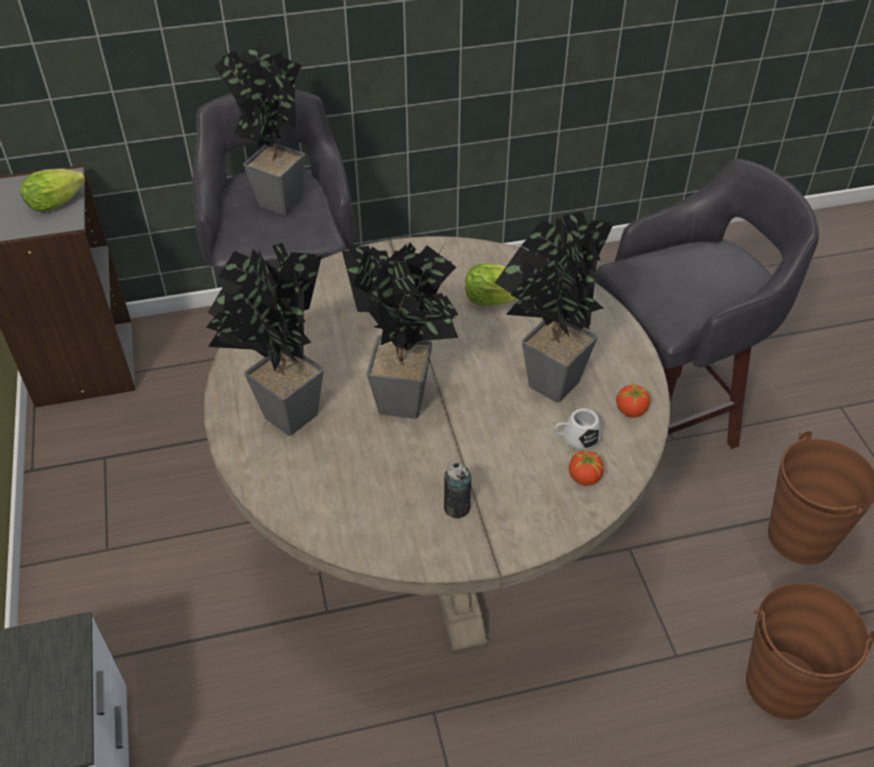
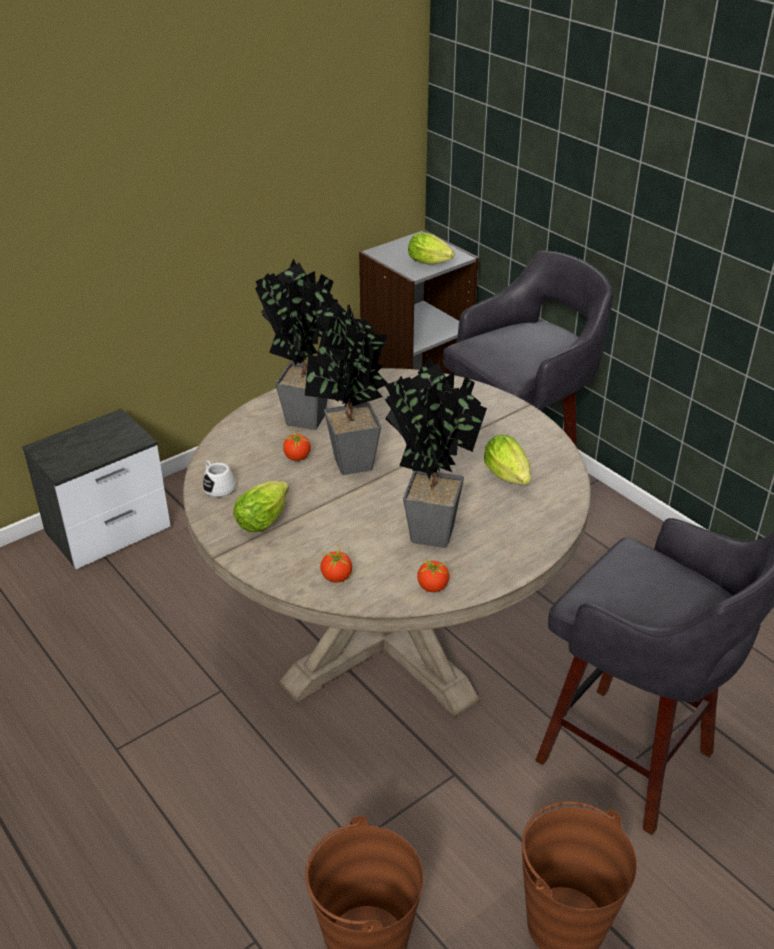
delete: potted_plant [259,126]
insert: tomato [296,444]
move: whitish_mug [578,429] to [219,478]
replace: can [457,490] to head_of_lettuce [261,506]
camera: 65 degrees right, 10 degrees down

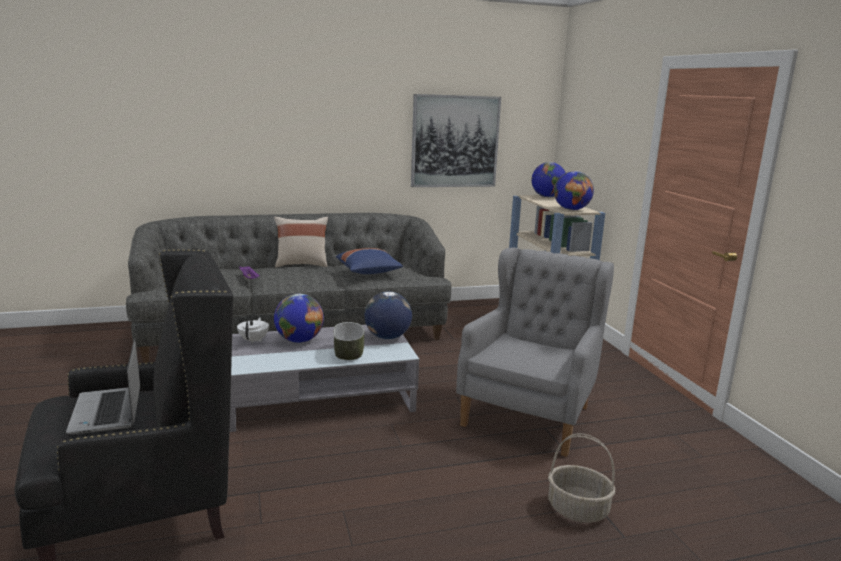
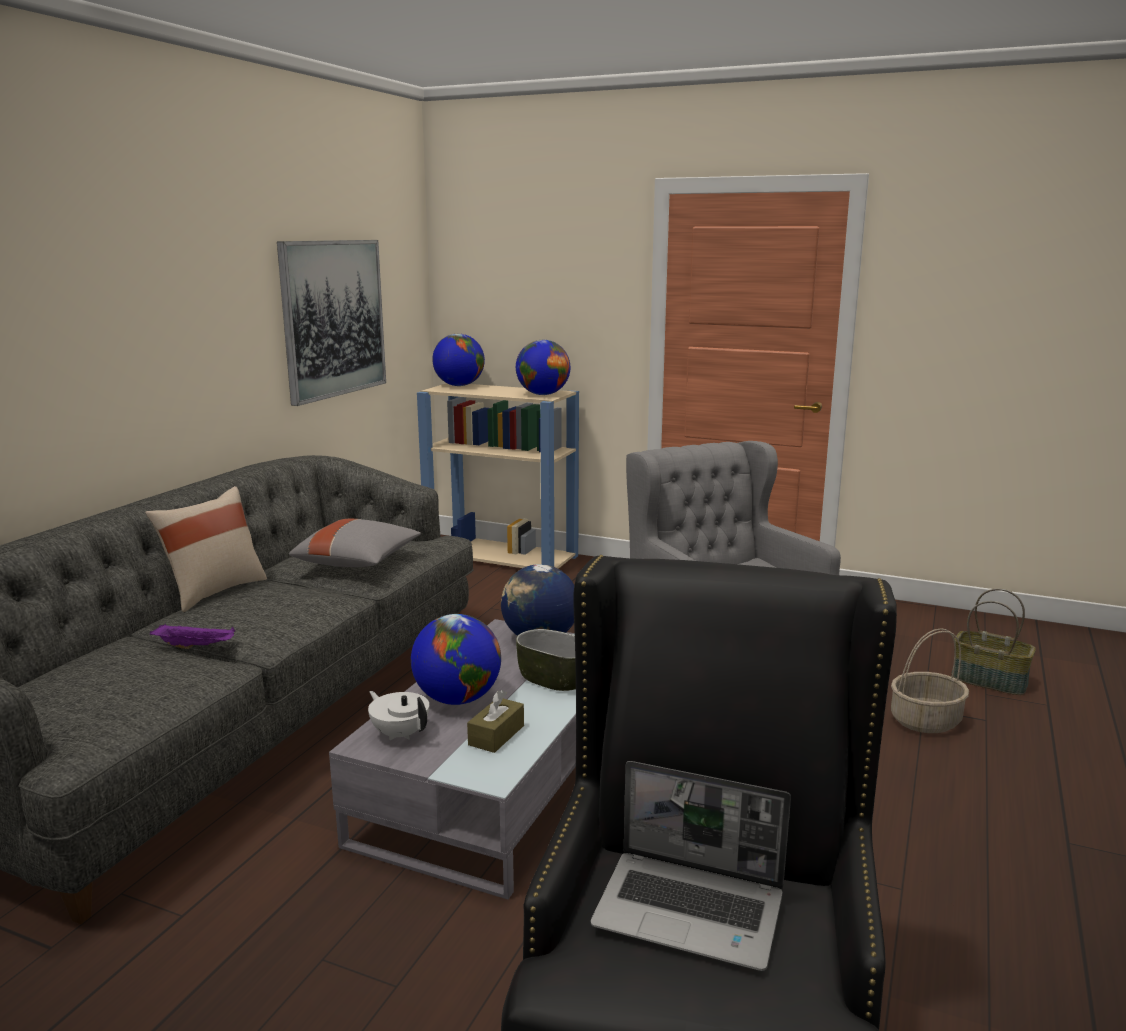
insert: brown_tissue_box [495,721]; household_basket [993,641]
recolor: blue_pillow [369,261] to grey_pillow [355,543]
camera: 50 degrees left, 0 degrees up

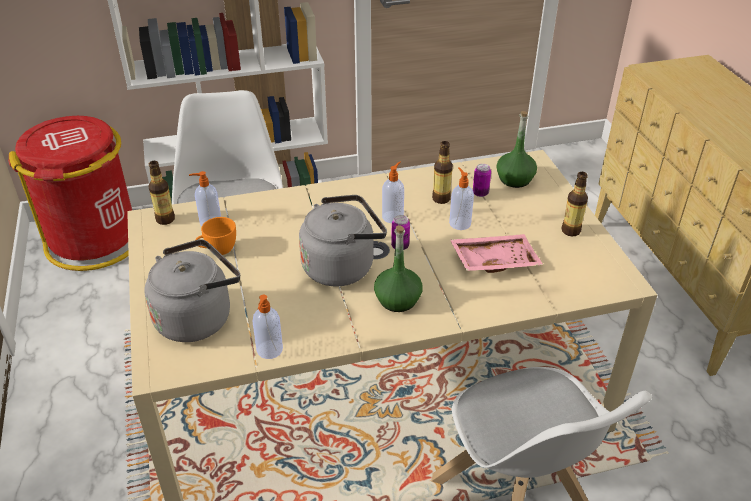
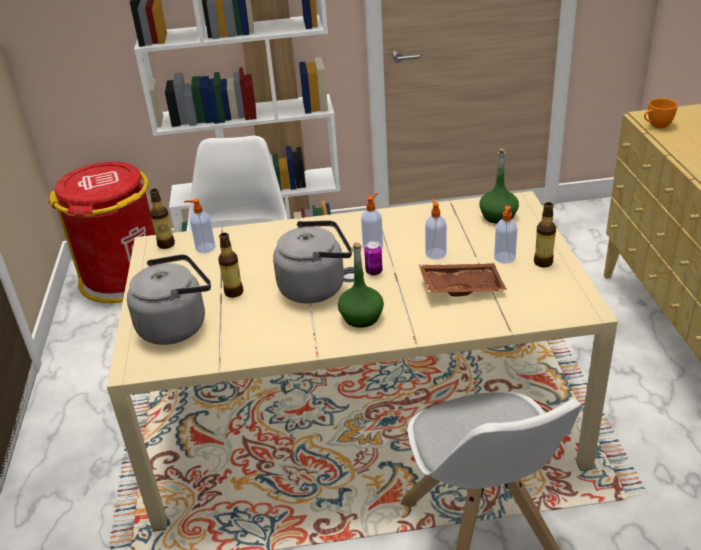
delete: can [482,180]
move: bottle [442,172] to [230,265]; soap_bottle [267,327] to [505,235]; orange-coloured_small_cup [215,236] to [661,113]
recolor: pink_carrying_tray [496,253] to brown_carrying_tray [463,280]
camera: 10 degrees right, 5 degrees down

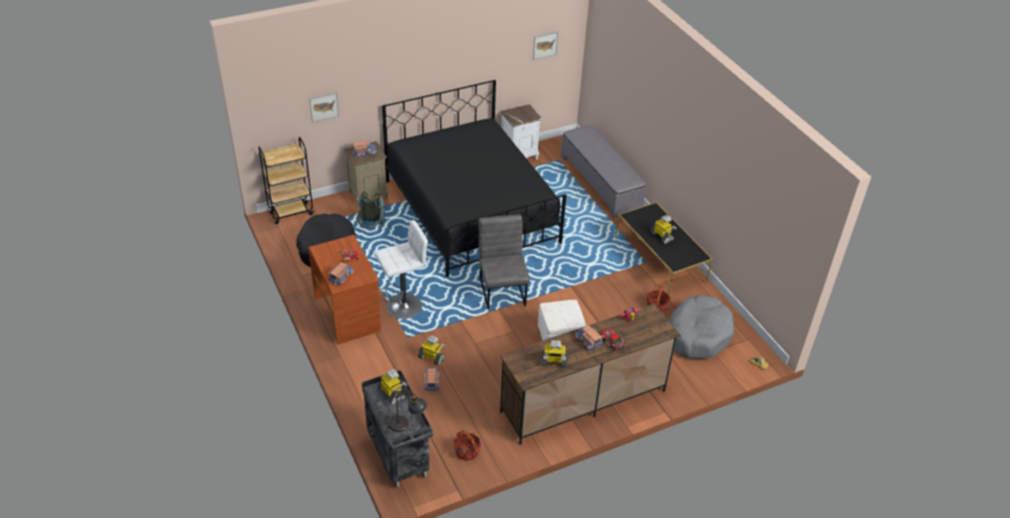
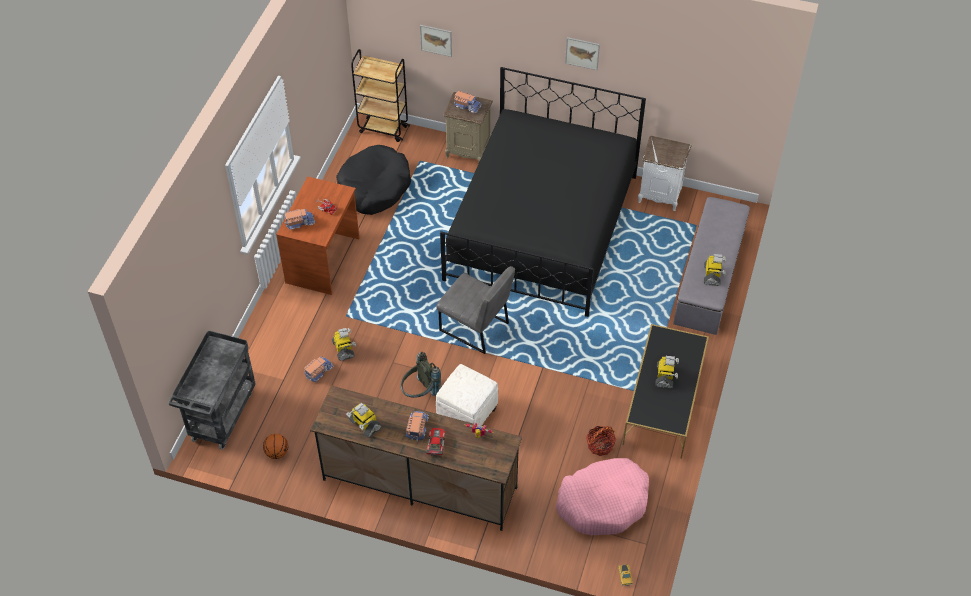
delete: whitish_stool_seat [401,269]; grey_tabletop_lamp [408,411]
move: grey_rucksack [371,210] to [421,375]; picture [545,46] to [582,53]; robot_figure [392,387] to [715,270]
replace: household_basket [467,445] to ball_for_basketball [275,446]
recolor: grey_dog_cushion [701,327] to pink_dog_cushion [602,496]
rotate: grey_plain_chair [504,262] = [475,310] 90 degrees clockwise
camera: 45 degrees right, 10 degrees up

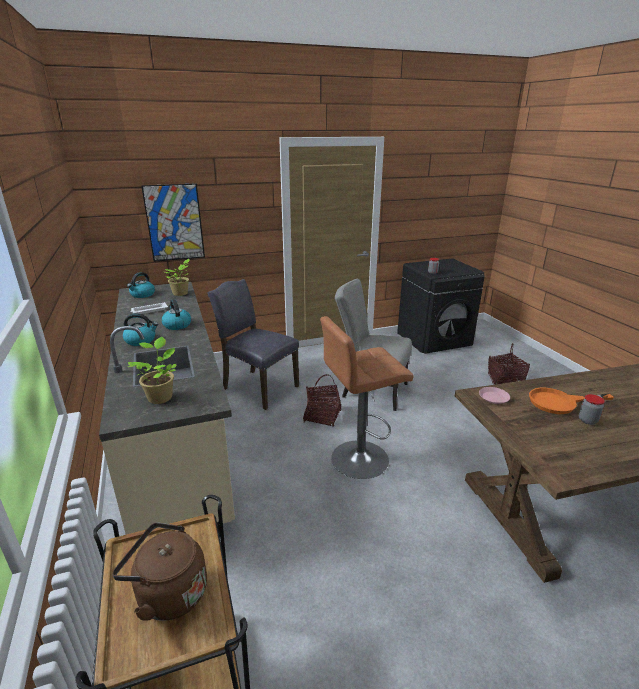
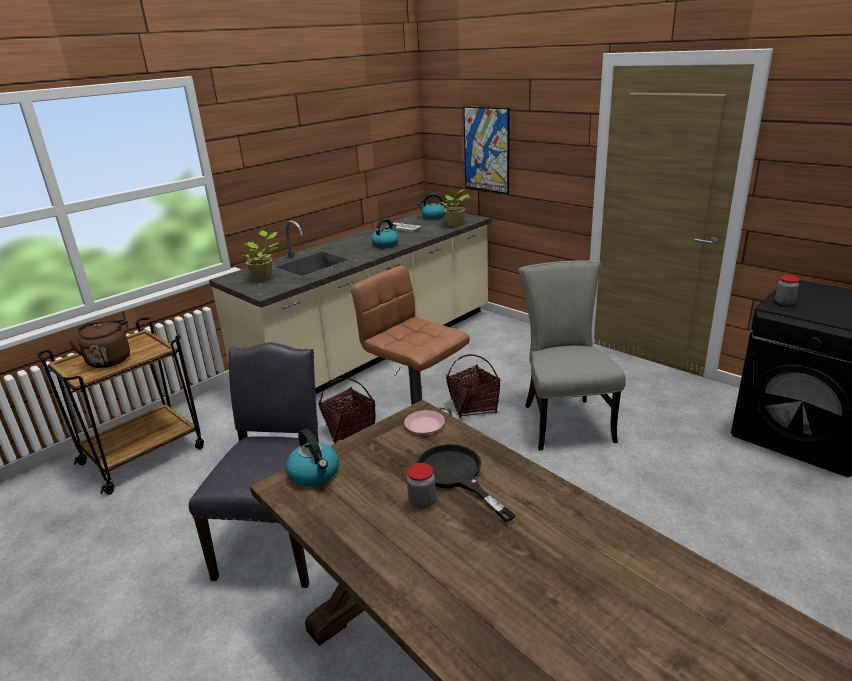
move: grey_plain_chair [253,344] to [254,465]; kettle [140,329] to [312,458]; household_basket [509,364] to [346,410]
recolor: orange-coloured_pan [571,401] to black_pan [466,483]
camera: 65 degrees right, 0 degrees up

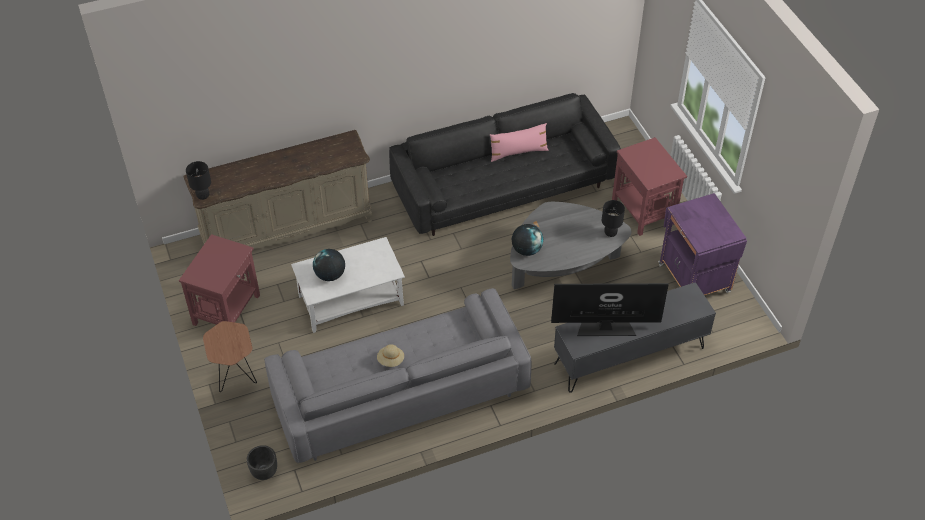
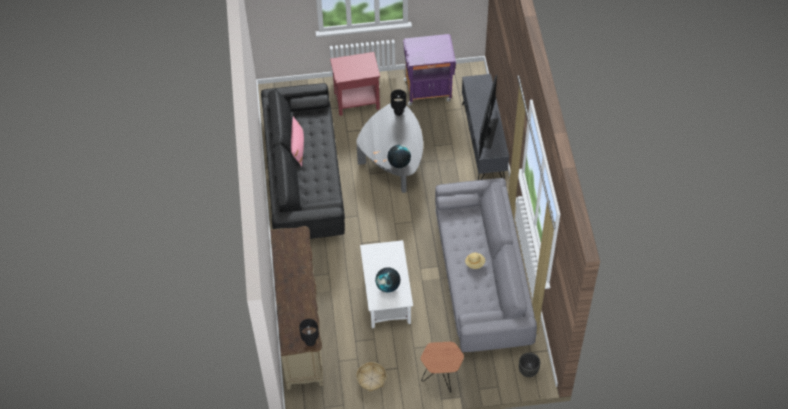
replace: red-coloured_side_table [219,280] to household_basket [371,376]
camera: 75 degrees left, 5 degrees up

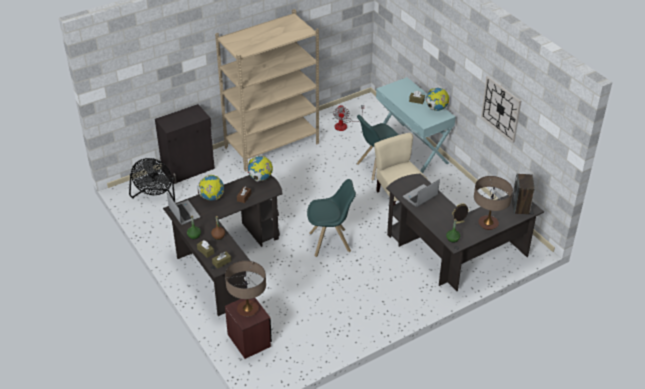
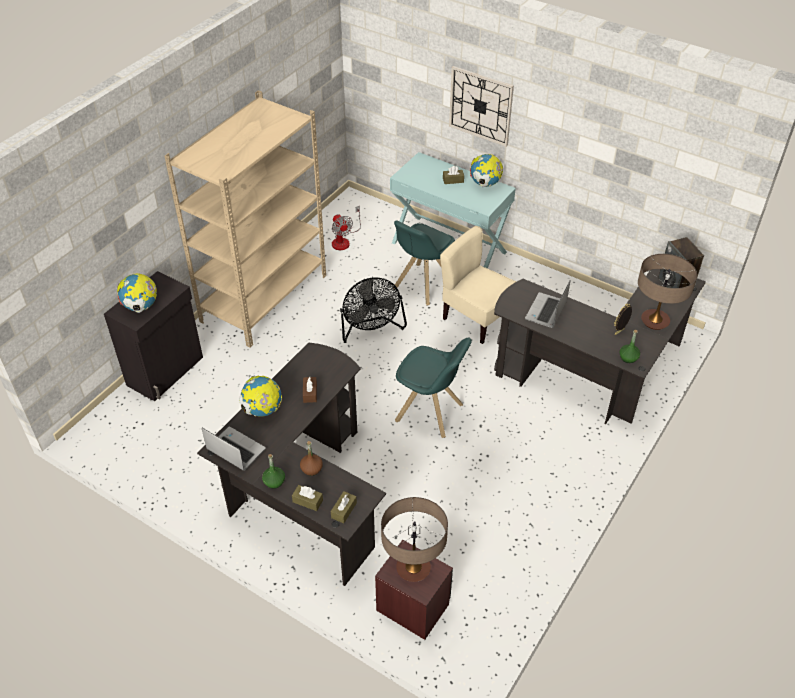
move: world_globe [260,169] to [137,293]; black_fan [152,180] to [373,310]; wall_clock [501,109] to [481,106]
rotate: turquoise_plain_chair [331,218] = [433,387] 60 degrees clockwise
camera: 25 degrees left, 5 degrees up

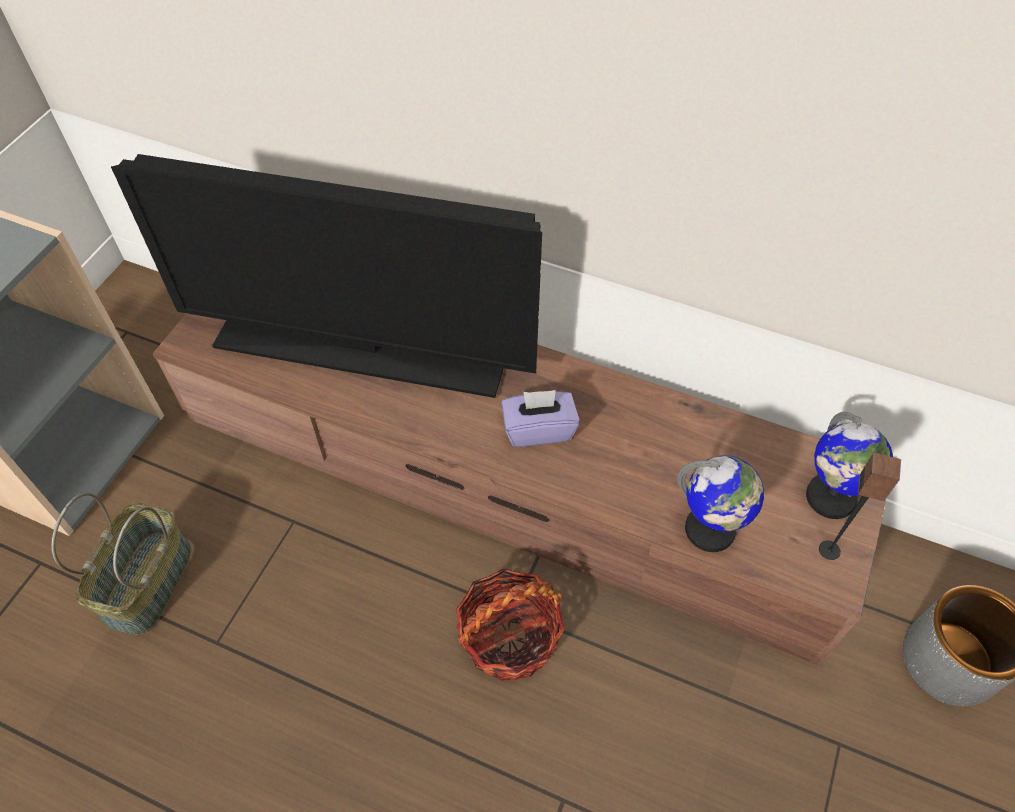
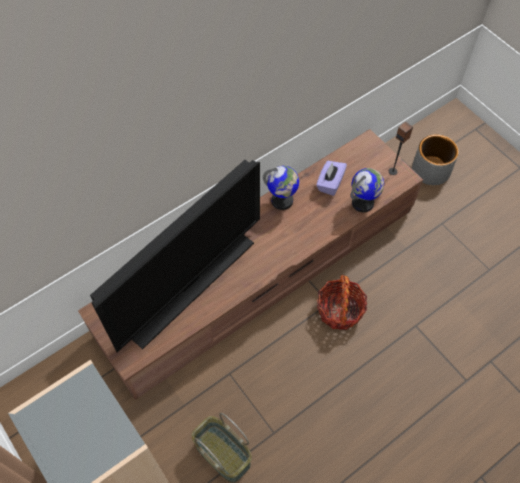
move: world_globe [849,465] to [281,188]; purple-coloured_tissue_box [540,418] to [331,178]
camera: 60 degrees left, 5 degrees up

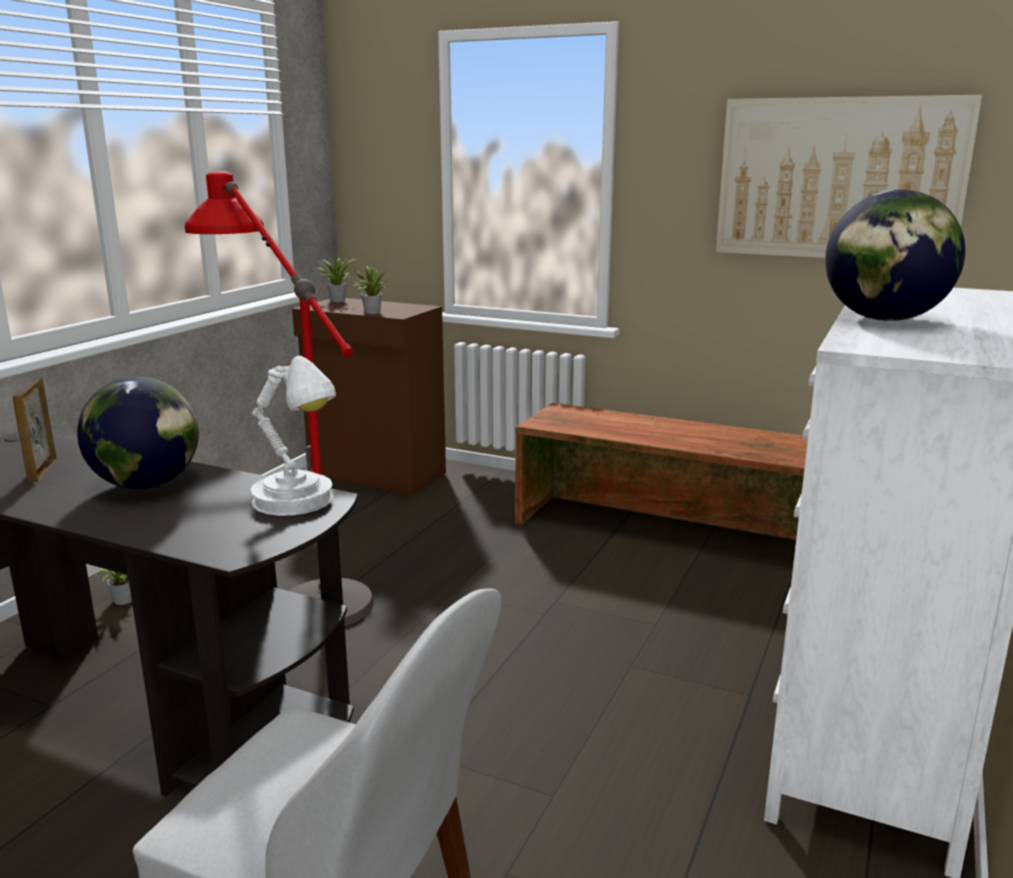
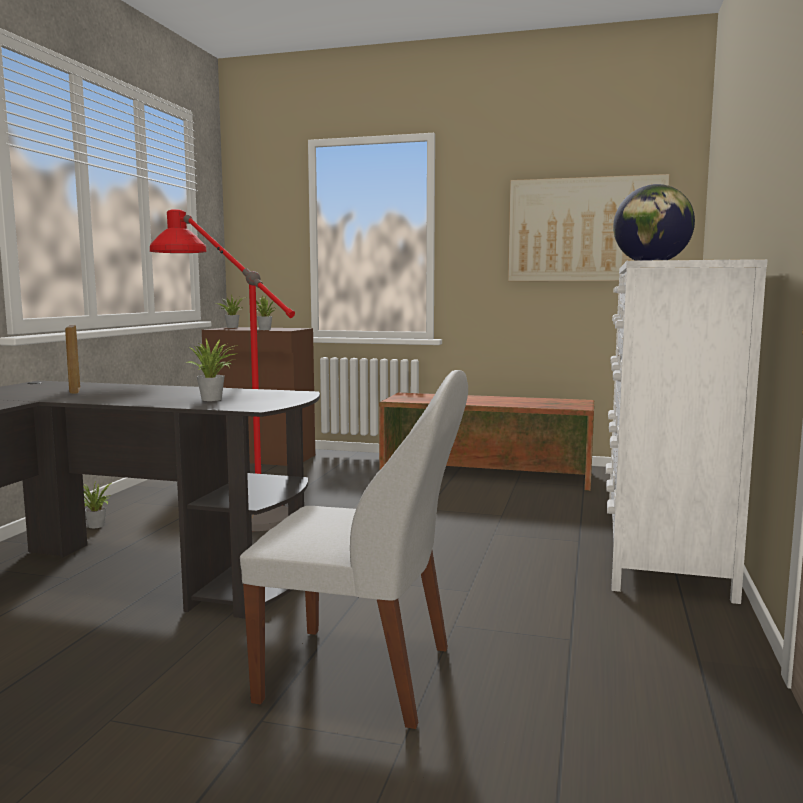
delete: world_globe [138,433]; whitish_tabletop_lamp [293,436]
insert: potted_plant [212,370]
camera: 10 degrees left, 10 degrees down

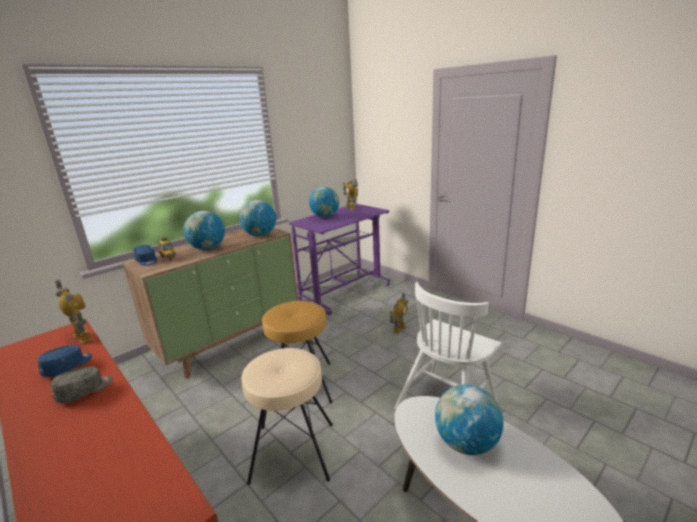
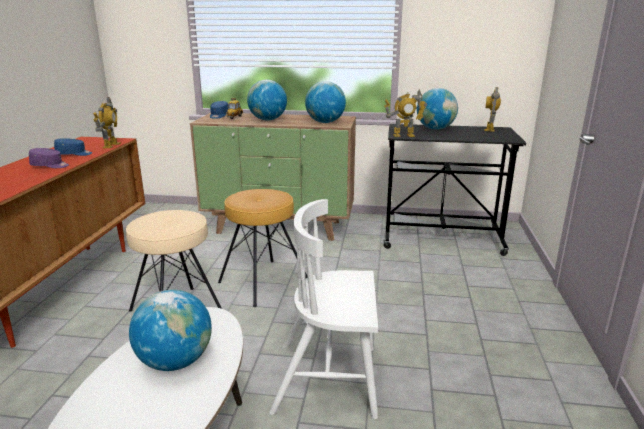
move: robot_figure [398,313] to [405,113]
recolor: grey_baseball_cap [82,385] to purple-coloured_baseball_cap [49,158]; purple-coloured_desk_table [339,259] to black_desk_table [455,190]
camera: 50 degrees right, 0 degrees up

